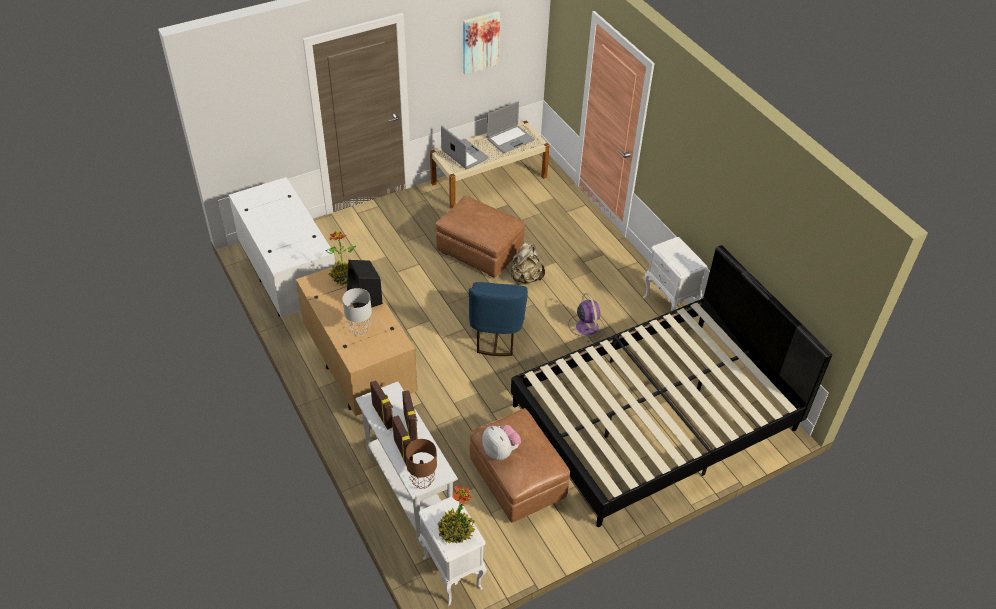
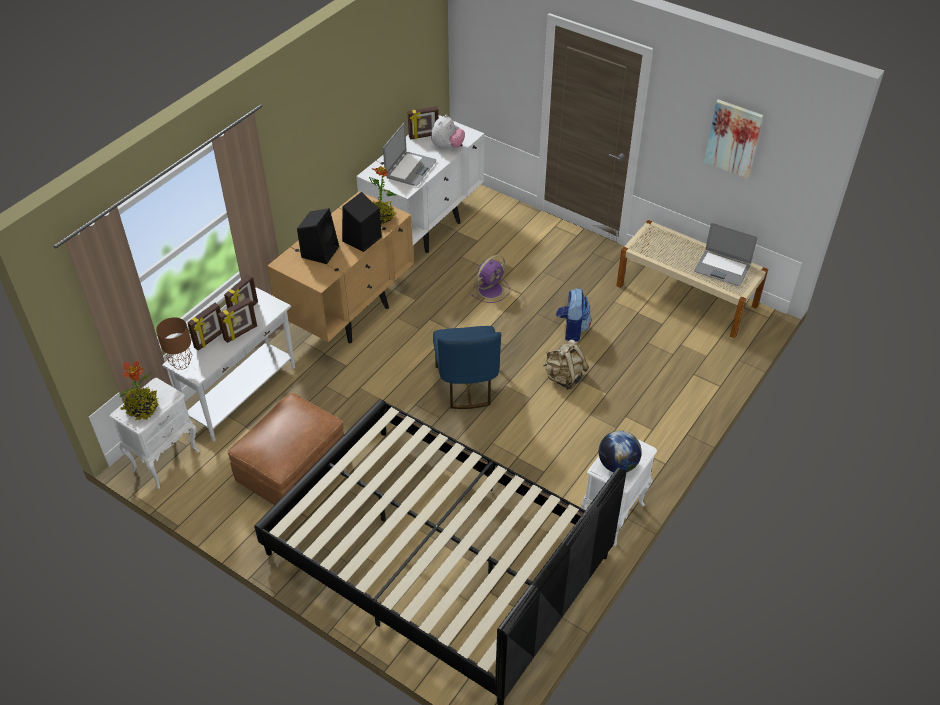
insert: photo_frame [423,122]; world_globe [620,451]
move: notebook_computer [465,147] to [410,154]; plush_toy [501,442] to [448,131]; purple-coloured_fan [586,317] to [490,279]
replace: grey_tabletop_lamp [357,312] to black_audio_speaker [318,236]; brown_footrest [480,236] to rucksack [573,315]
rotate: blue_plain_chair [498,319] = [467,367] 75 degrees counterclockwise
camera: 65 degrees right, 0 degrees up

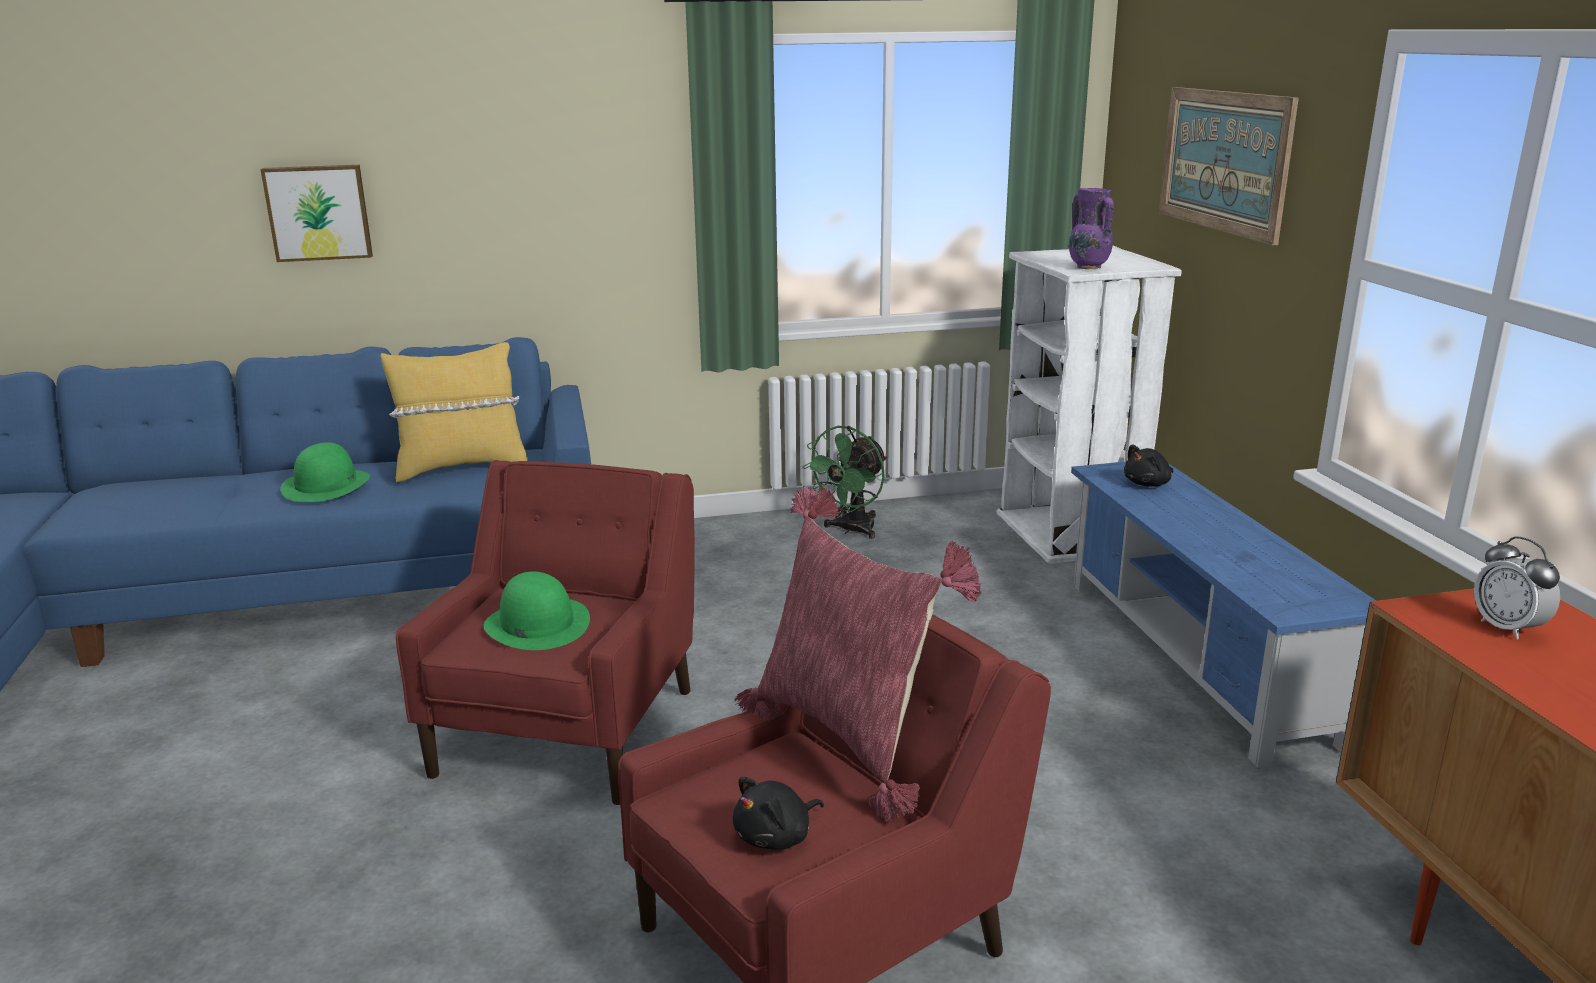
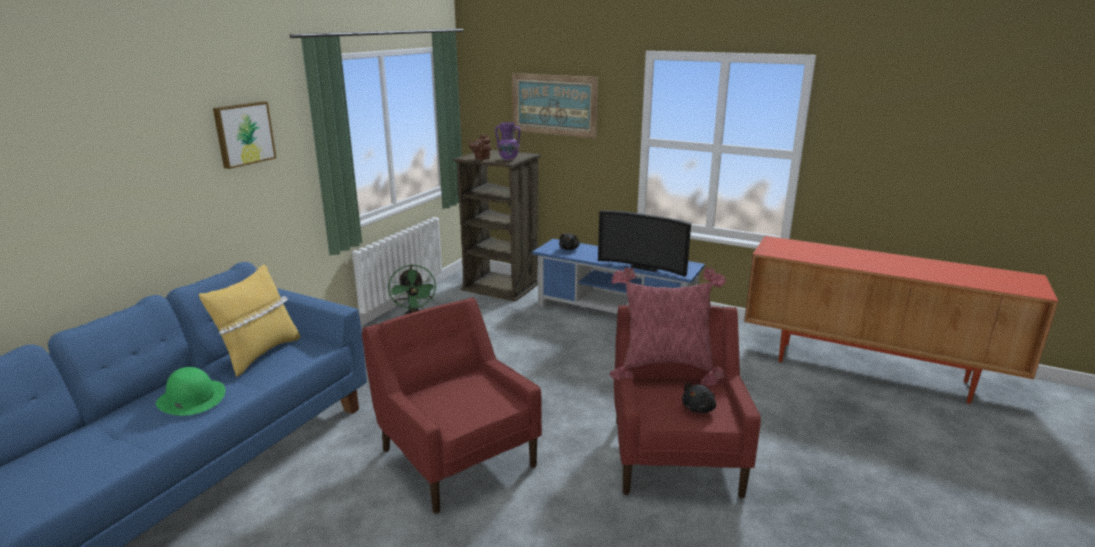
delete: green-coloured_hat [537,611]; table_clock [1517,588]
insert: brown_pot_for_tea [480,147]; TV_set [644,243]
move: picture [316,213] to [244,135]
recolor: whitish_bookcase [1089,405] to brown_bookcase [496,225]
rotate: black_plush_toy [778,813] = [699,398] 45 degrees clockwise
camera: 50 degrees left, 0 degrees up

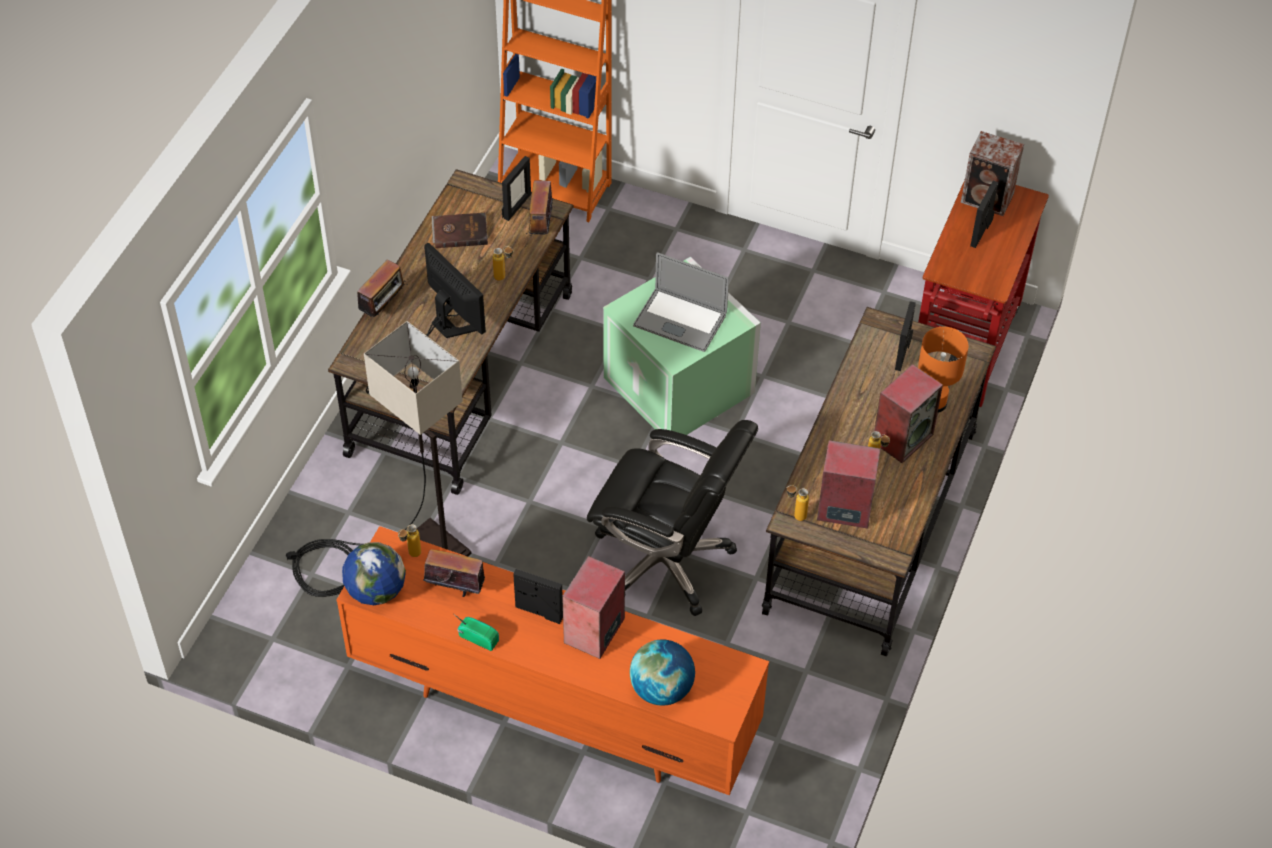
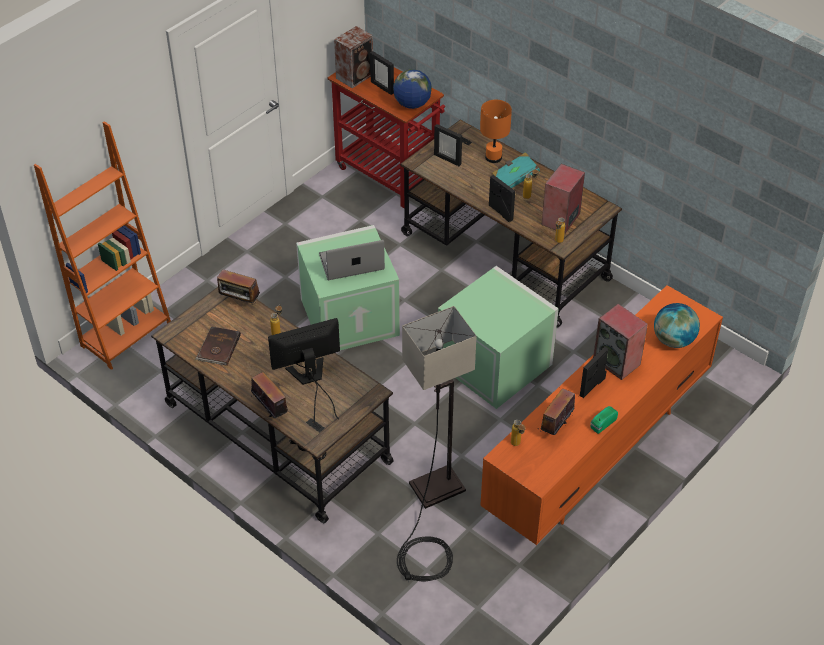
move: world_globe [374,573] to [412,89]; photo_frame [516,188] to [502,198]
replace: black_desk_chair [672,518] to green-coloured_storage_bin [498,337]; audio_speaker [908,413] to turquoise_book [516,170]
rotate: notebook_computer [681,302] = [352,260] 150 degrees counterclockwise
camera: 70 degrees left, 5 degrees down

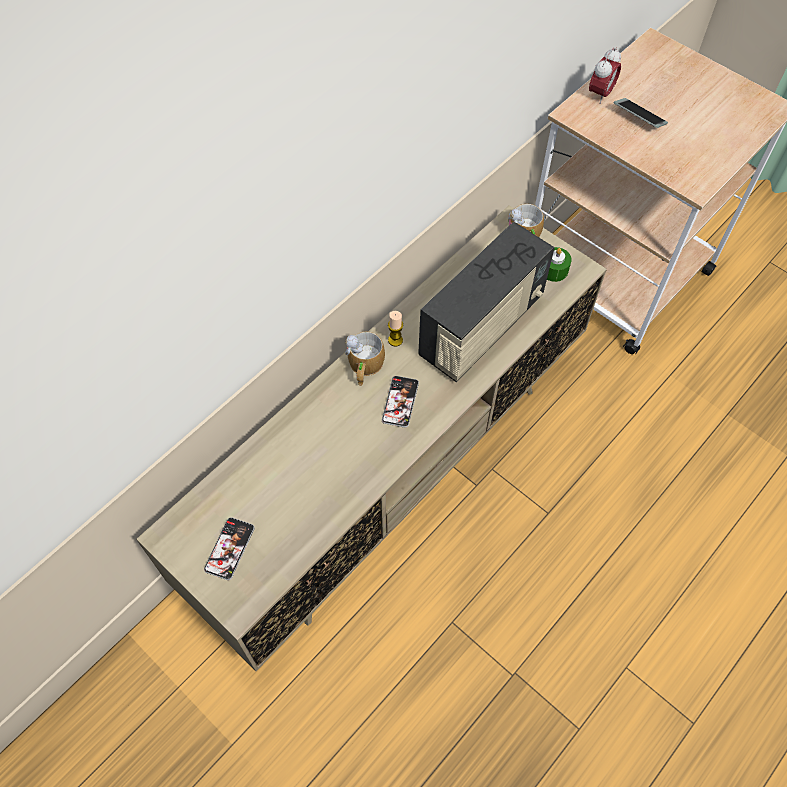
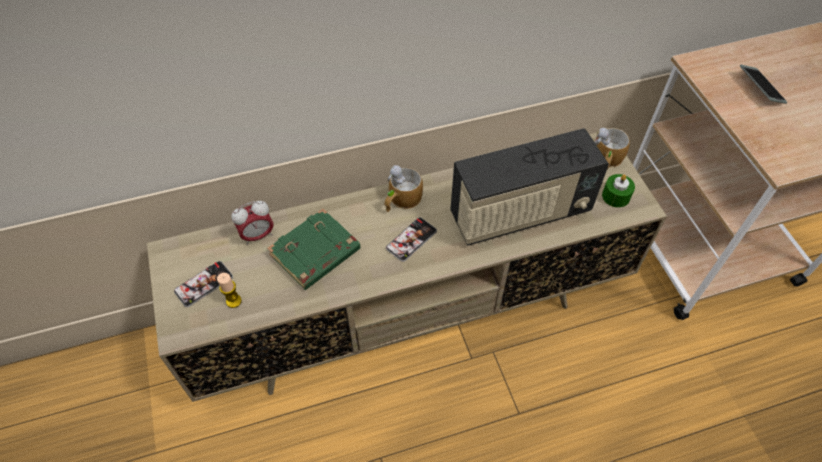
insert: green-coloured_book [313,249]
move: wax_candle [395,329] to [229,290]; table_clock [605,76] to [252,223]
camera: 30 degrees right, 5 degrees down

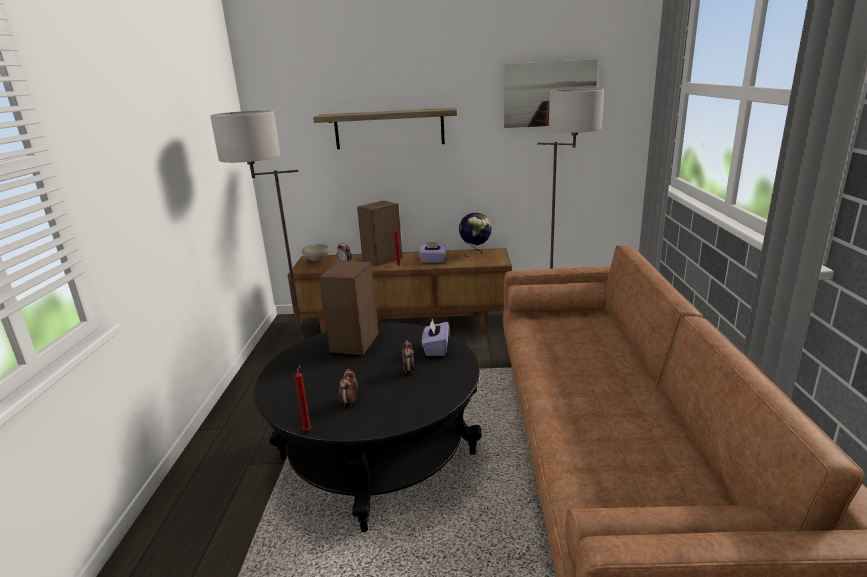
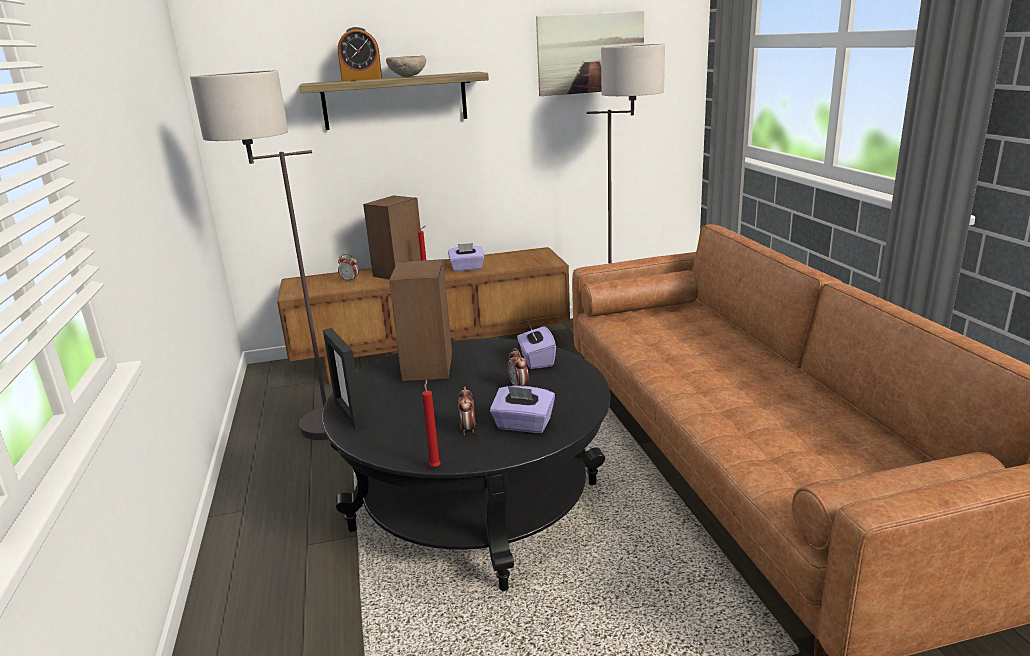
delete: world_globe [475,234]
insert: photo_frame [343,379]; table_clock [360,54]; purple-coloured_tissue_box [522,409]
move: beige_deep_dish [316,252] to [406,66]
camera: 15 degrees left, 0 degrees up

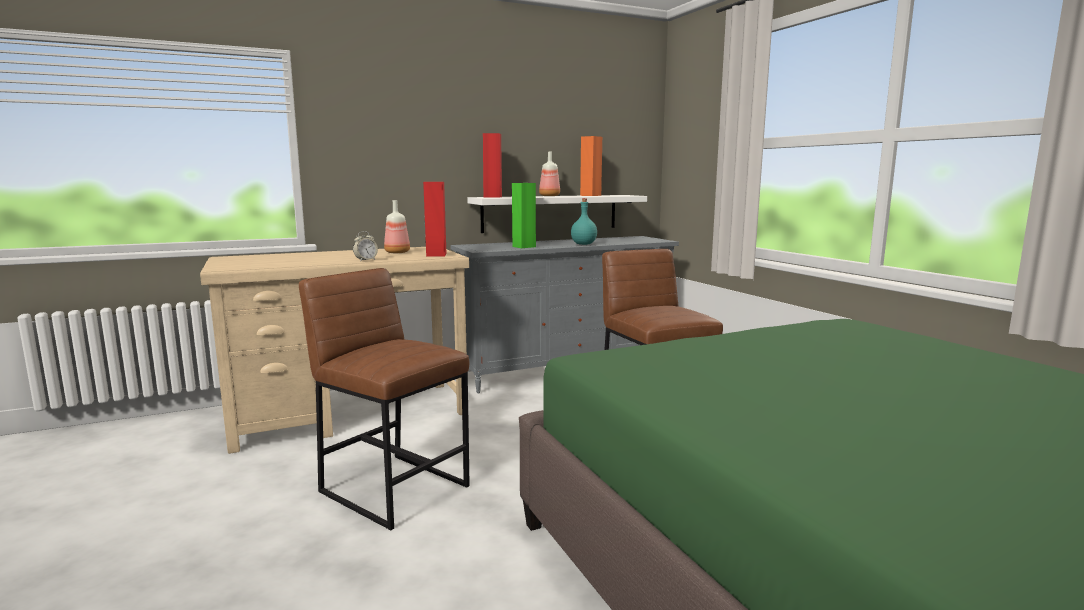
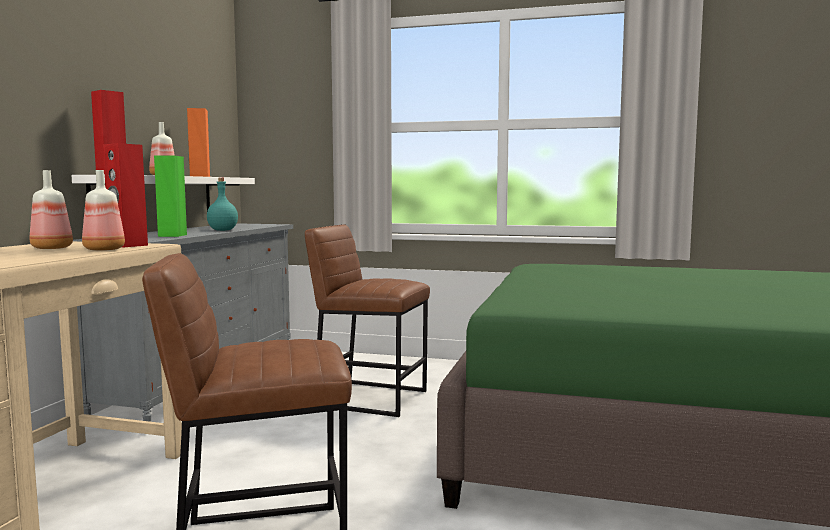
delete: table_clock [365,246]
insert: bottle [103,210]
camera: 50 degrees left, 5 degrees down

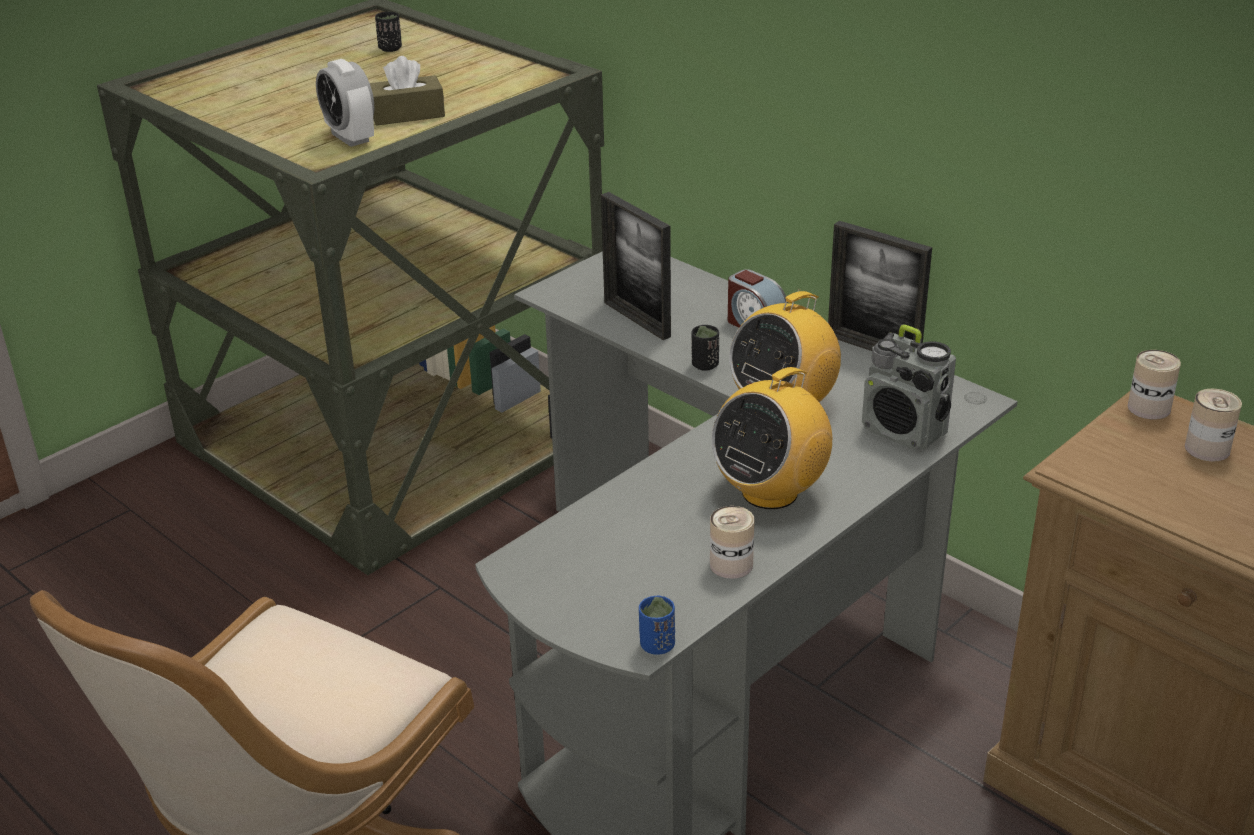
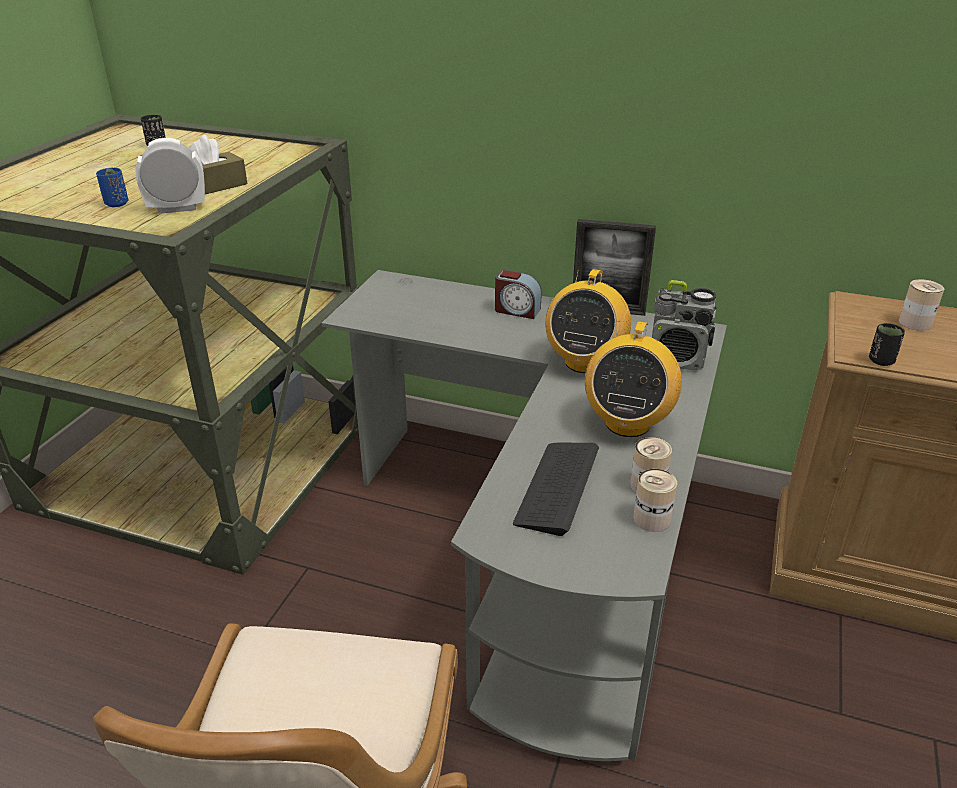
delete: photo_frame [636,266]
insert: keyboard [556,489]
move: blue_small_cup [657,625] to [112,187]; can [1154,385] to [655,500]; black_small_cup [705,348] to [887,344]
rotate: table_clock [345,103] = [170,176] 135 degrees clockwise
camera: 25 degrees left, 0 degrees up

